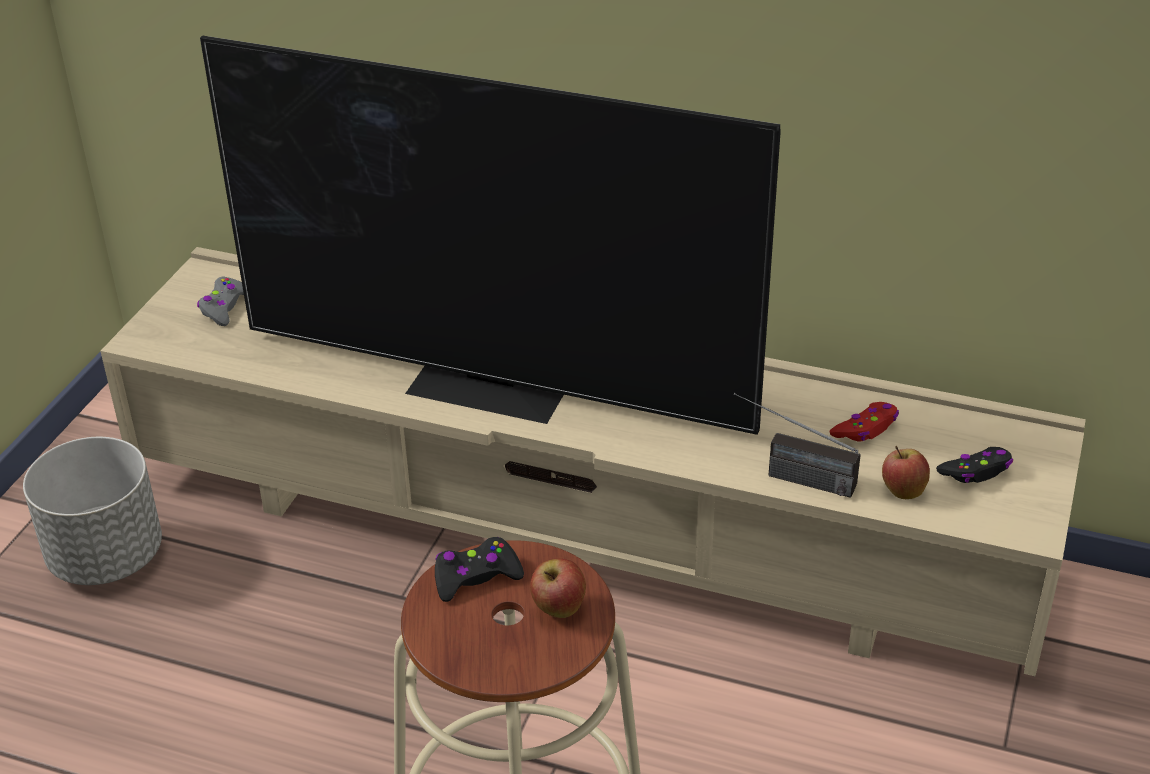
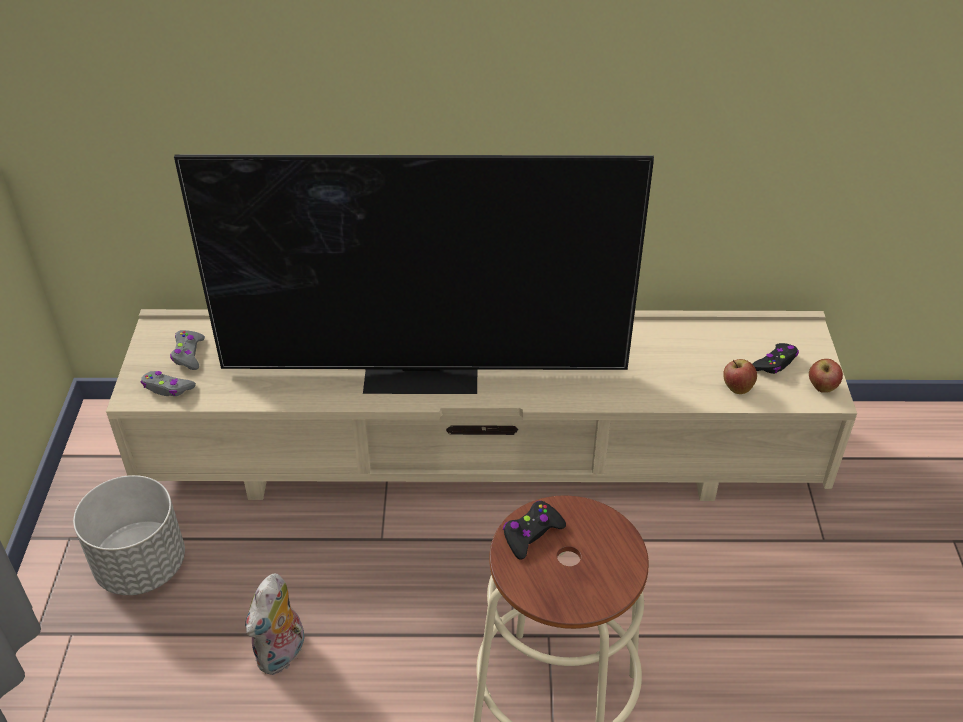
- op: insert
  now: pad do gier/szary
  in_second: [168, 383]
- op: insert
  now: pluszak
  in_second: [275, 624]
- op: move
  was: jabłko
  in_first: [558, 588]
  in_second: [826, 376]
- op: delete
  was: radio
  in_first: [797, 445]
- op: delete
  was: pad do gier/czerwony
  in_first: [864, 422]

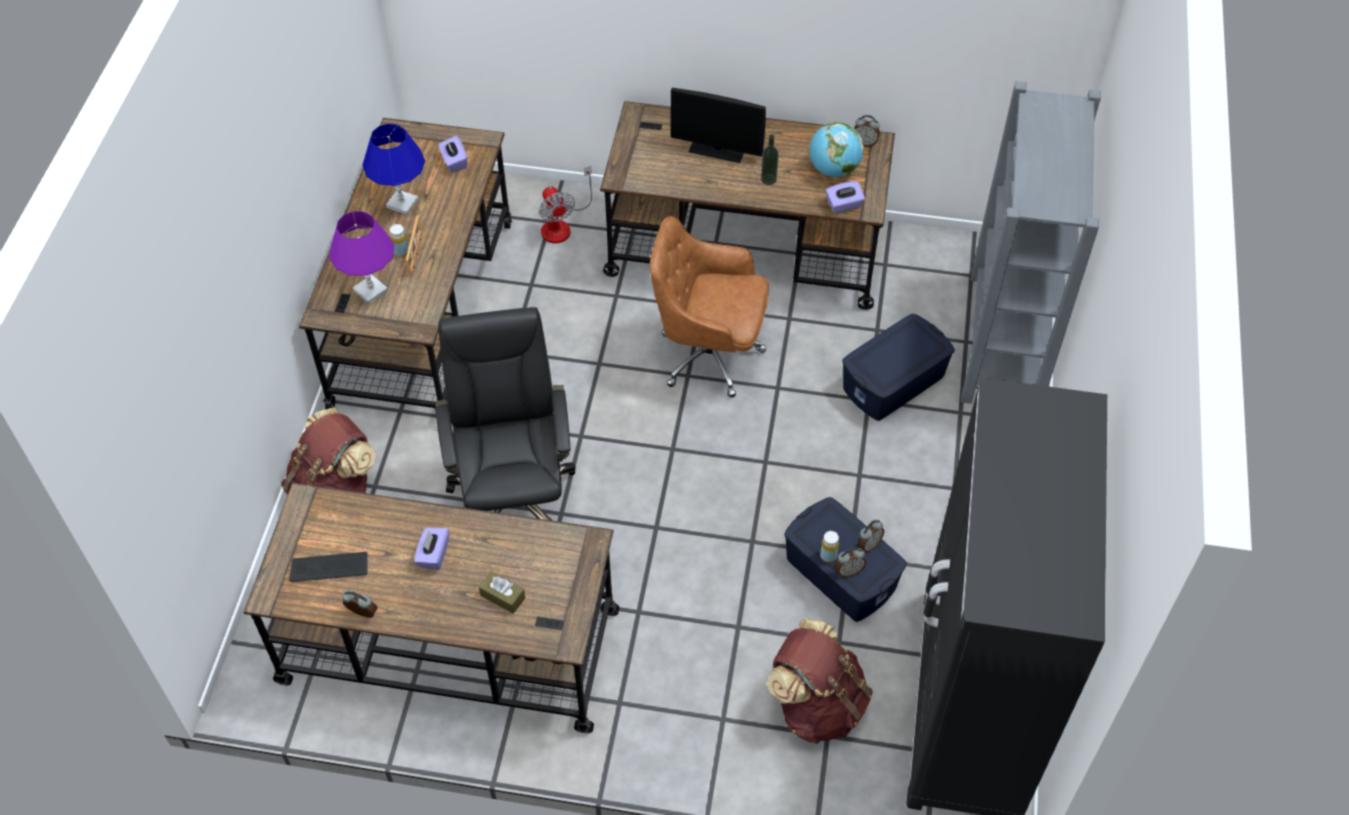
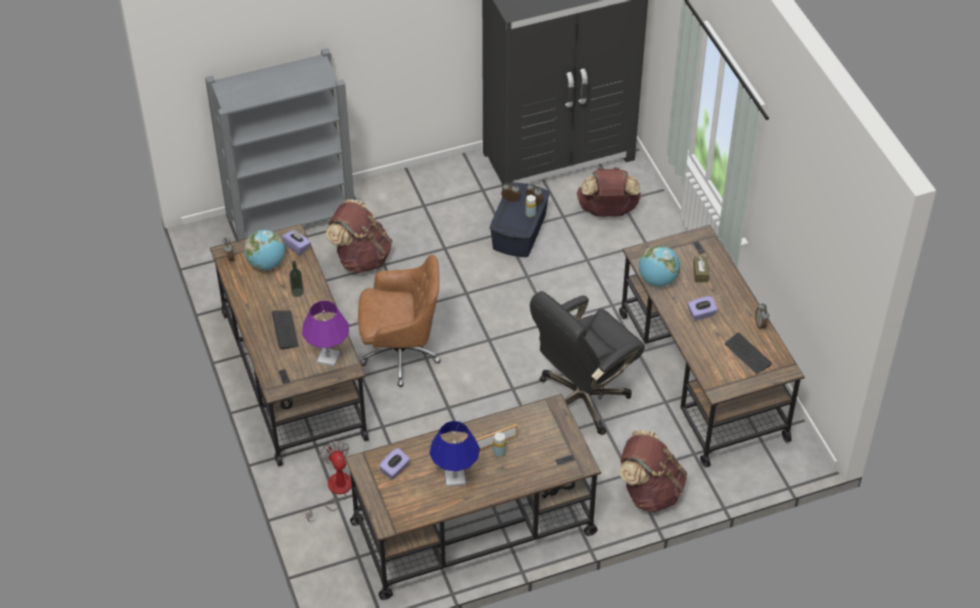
- op: replace
  was: monitor
  now: klawiatura
  in_first: [718, 125]
  in_second: [285, 330]
- op: move
  was: lampa stołowa/fioletowy
  in_first: [361, 257]
  in_second: [325, 334]
- op: rotate
  was: wentylator
  in_first: [565, 204]
  in_second: [329, 480]
  clockwise: -60
- op: replace
  was: pojemnik do przechowywania/niebieski
  now: plecak/brązowy
  in_first: [898, 367]
  in_second: [359, 236]
- op: rotate
  was: krzesło biurowe/brązowy
  in_first: [709, 306]
  in_second: [399, 321]
  clockwise: -75
- op: insert
  now: globus
  in_second: [659, 265]

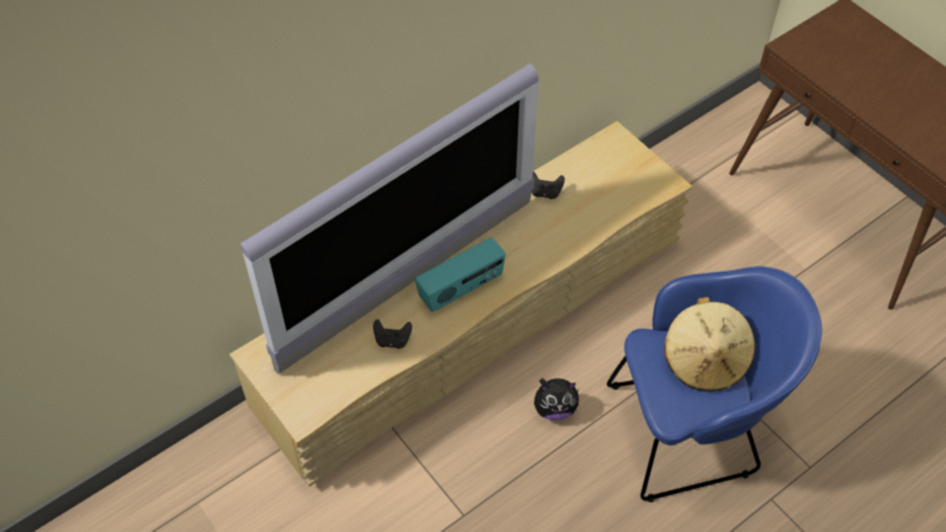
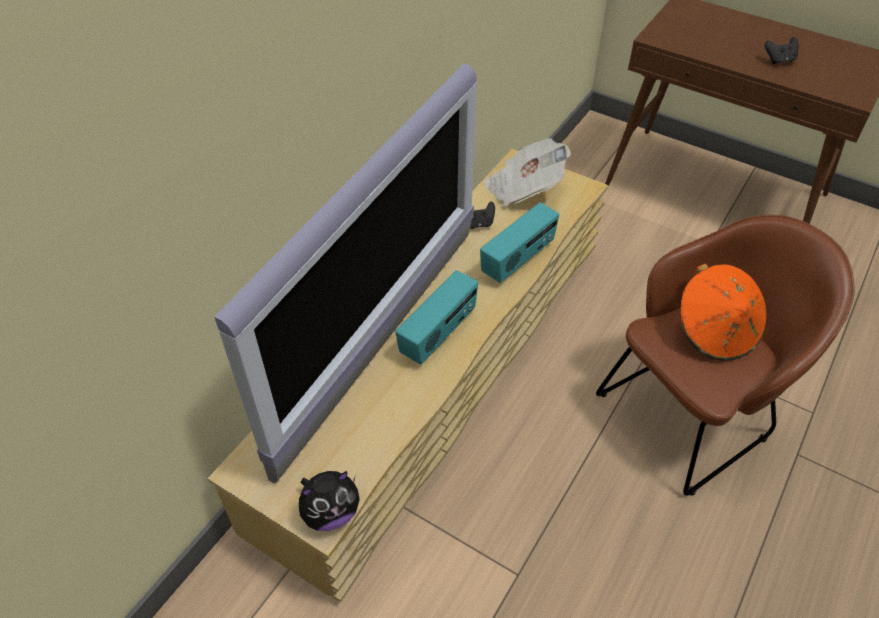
- op: move
  was: pluszak
  in_first: [557, 399]
  in_second: [329, 501]
- op: insert
  now: radio
  in_second: [519, 243]
- op: insert
  now: gazeta
  in_second: [527, 172]
- op: recolor
  was: fotel/niebieski
  now: fotel/brązowy
  in_first: [714, 384]
  in_second: [725, 355]
- op: recolor
  was: kapelusz/beżowy
  now: kapelusz/pomarańczowy
  in_first: [709, 344]
  in_second: [723, 312]
- op: move
  was: pad do gier/czarny
  in_first: [392, 334]
  in_second: [782, 51]

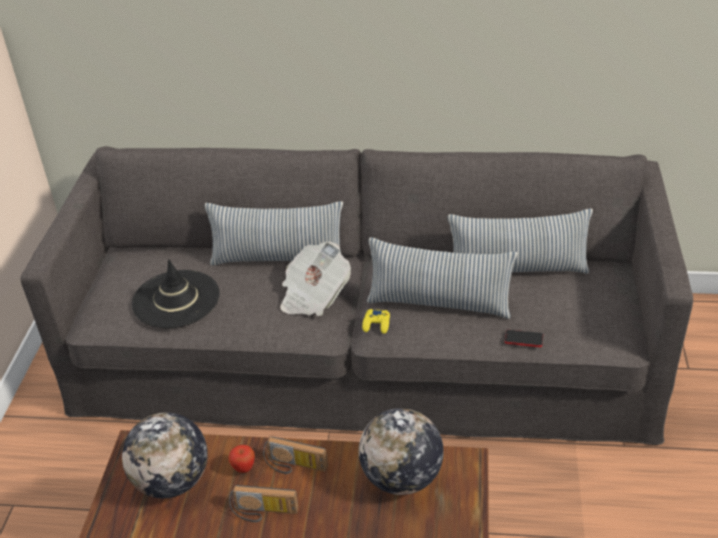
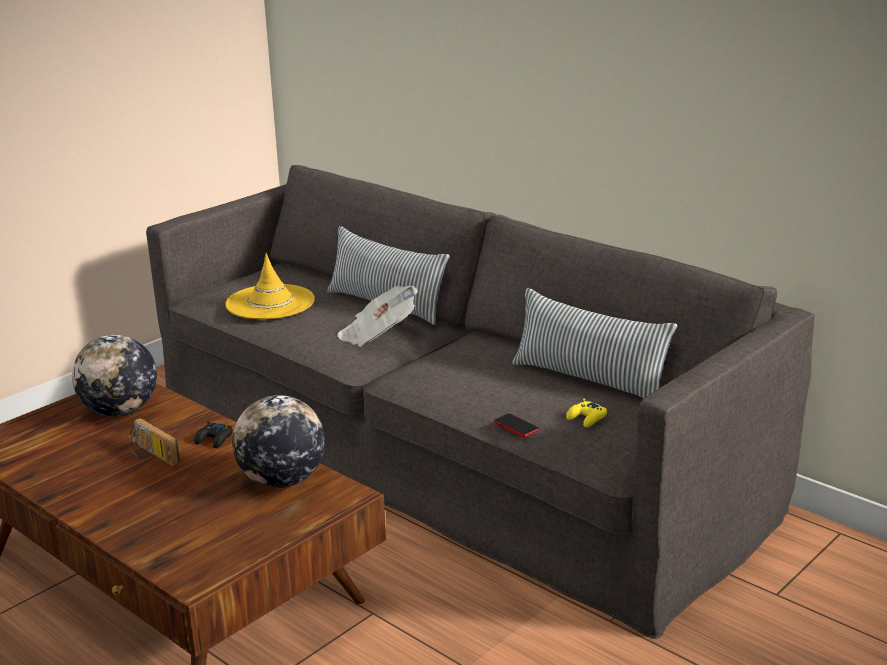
- op: replace
  was: radio
  now: pad do gier/czarny
  in_first: [295, 455]
  in_second: [213, 434]
- op: recolor
  was: kapelusz/czarny
  now: kapelusz/żółty
  in_first: [176, 293]
  in_second: [270, 286]
- op: move
  was: pad do gier/żółty
  in_first: [376, 321]
  in_second: [586, 413]
- op: delete
  was: jabłko
  in_first: [241, 459]
- op: delete
  was: poduszka
  in_first: [442, 278]

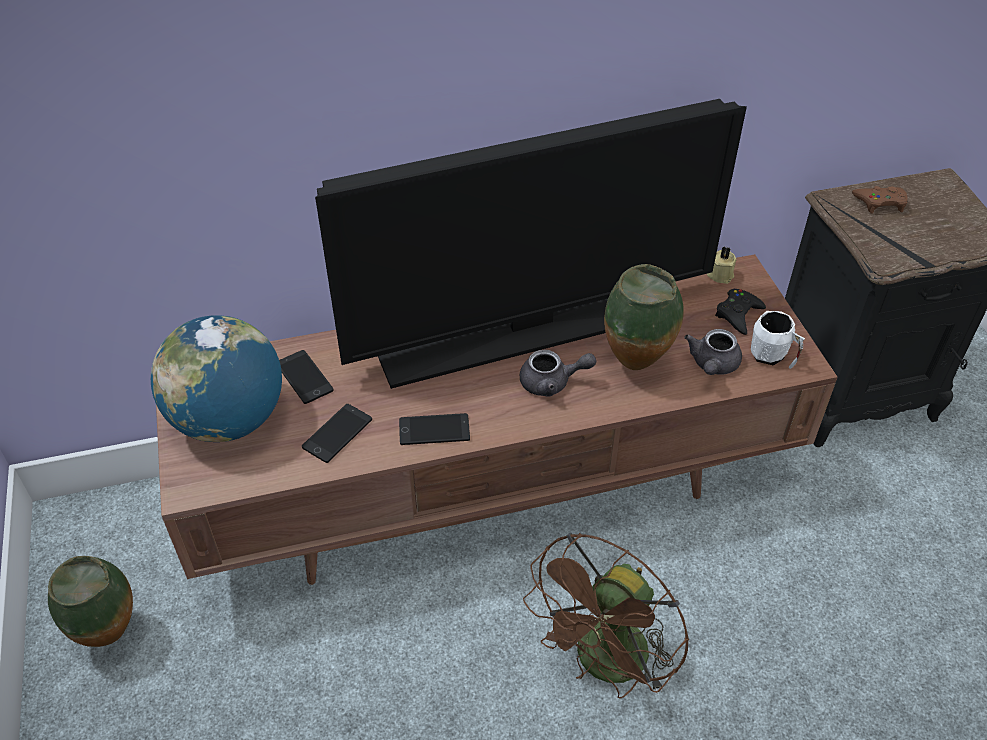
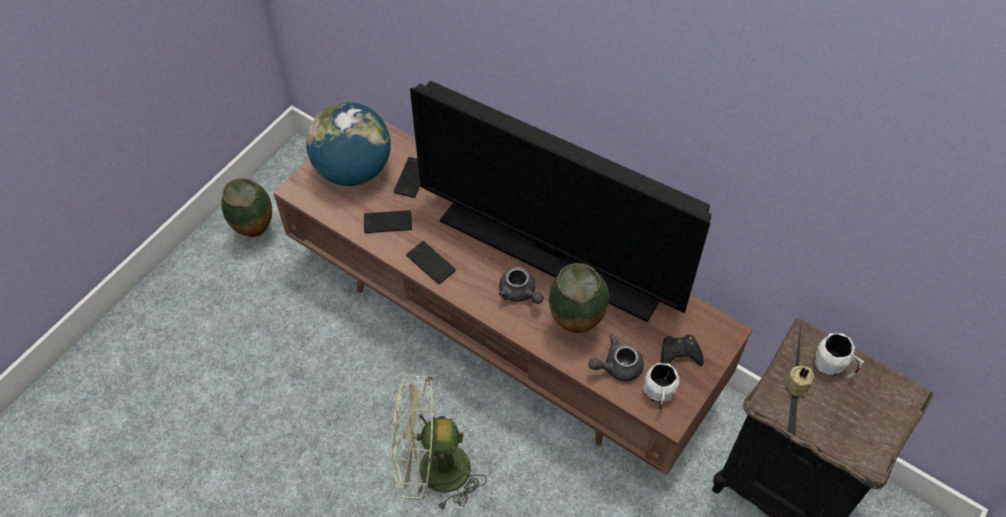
- op: recolor
  was: wentylator/brązowy
  now: wentylator/zielony
  in_first: [606, 616]
  in_second: [439, 443]
- op: move
  was: świeca/beżowy
  in_first: [721, 265]
  in_second: [800, 381]
- op: replace
  was: pad do gier/brązowy
  now: kubek/biały
  in_first: [879, 200]
  in_second: [839, 355]

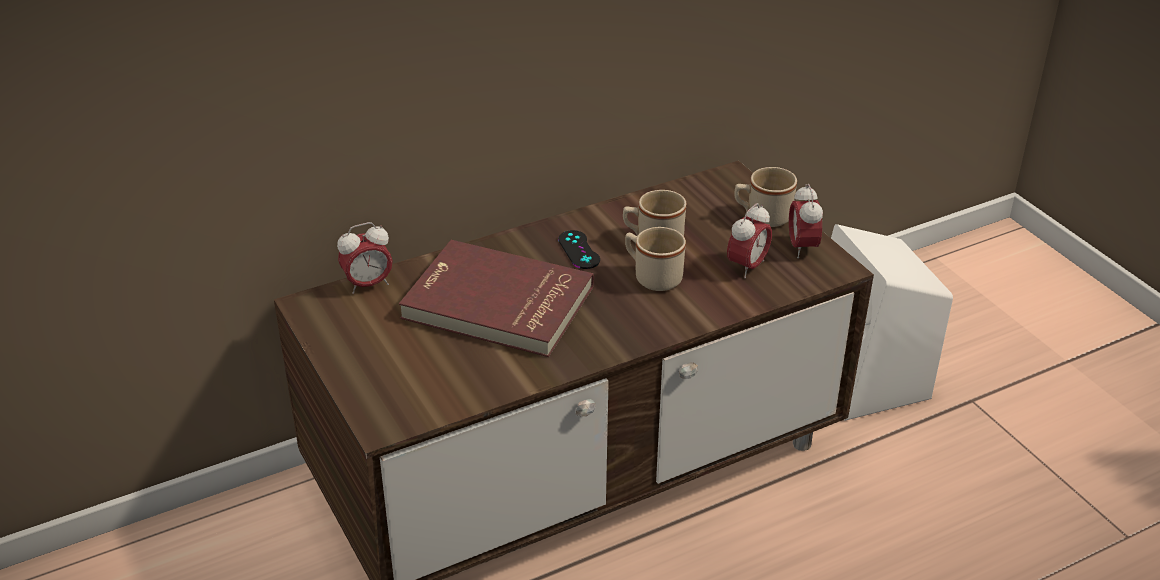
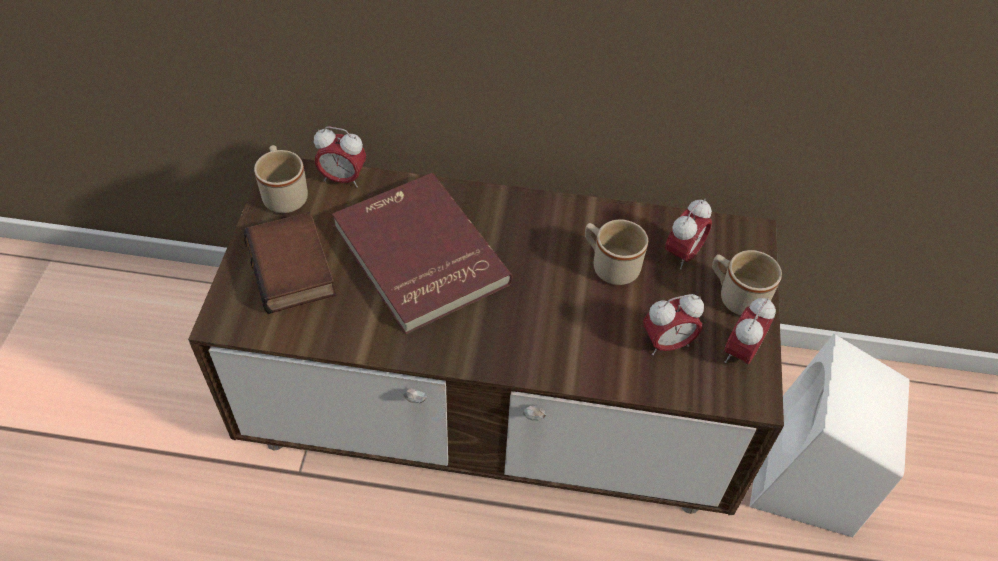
- op: insert
  now: książka
  in_second: [290, 263]
- op: move
  was: kubek/beżowy
  in_first: [655, 259]
  in_second: [281, 179]
- op: insert
  now: budzik
  in_second: [688, 234]
- op: delete
  was: pad do gier/czarny
  in_first: [579, 249]

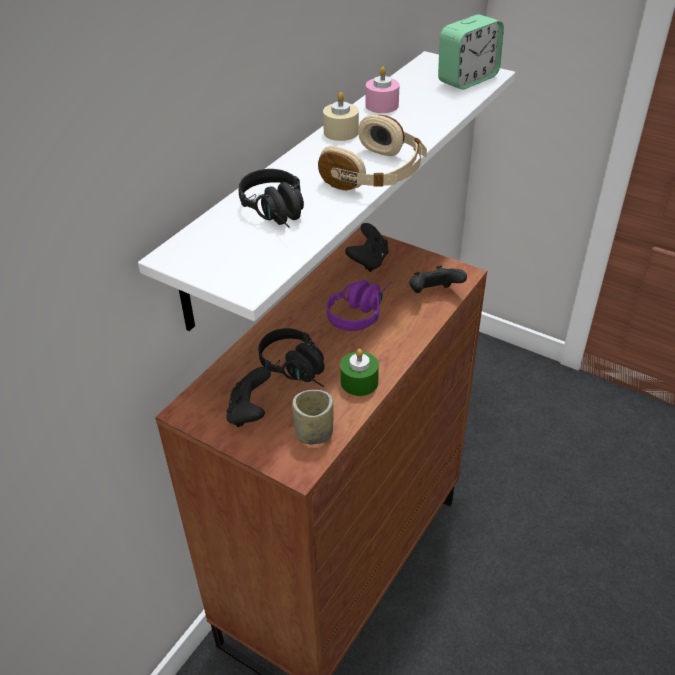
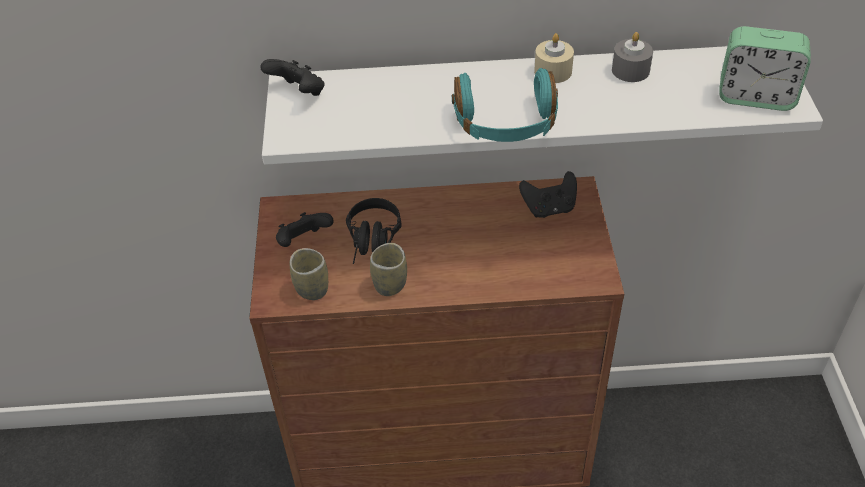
- op: move
  was: pad do gier/czarny
  in_first: [438, 279]
  in_second: [292, 77]
- op: replace
  was: świeca/zielony
  now: filiżanka
  in_first: [359, 372]
  in_second: [388, 269]
- op: recolor
  was: słuchawki/beżowy
  now: słuchawki/turkusowy
  in_first: [372, 152]
  in_second: [505, 105]
- op: recolor
  was: świeca/różowy
  now: świeca/szary
  in_first: [382, 90]
  in_second: [632, 57]
- op: delete
  was: słuchawki/czarny
  in_first: [271, 198]
- op: delete
  was: słuchawki/fioletowy
  in_first: [359, 305]

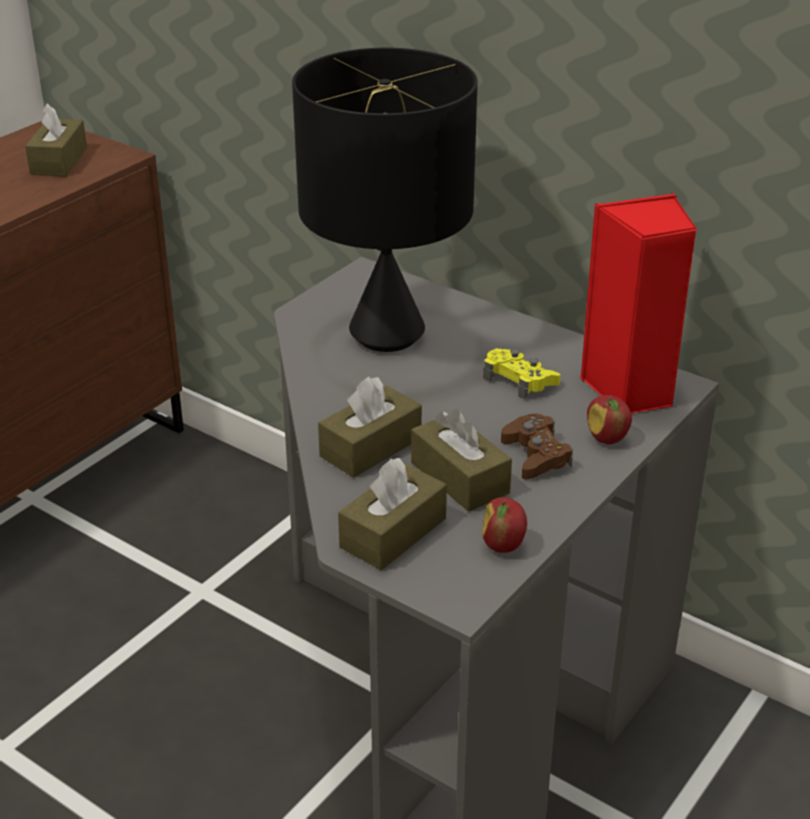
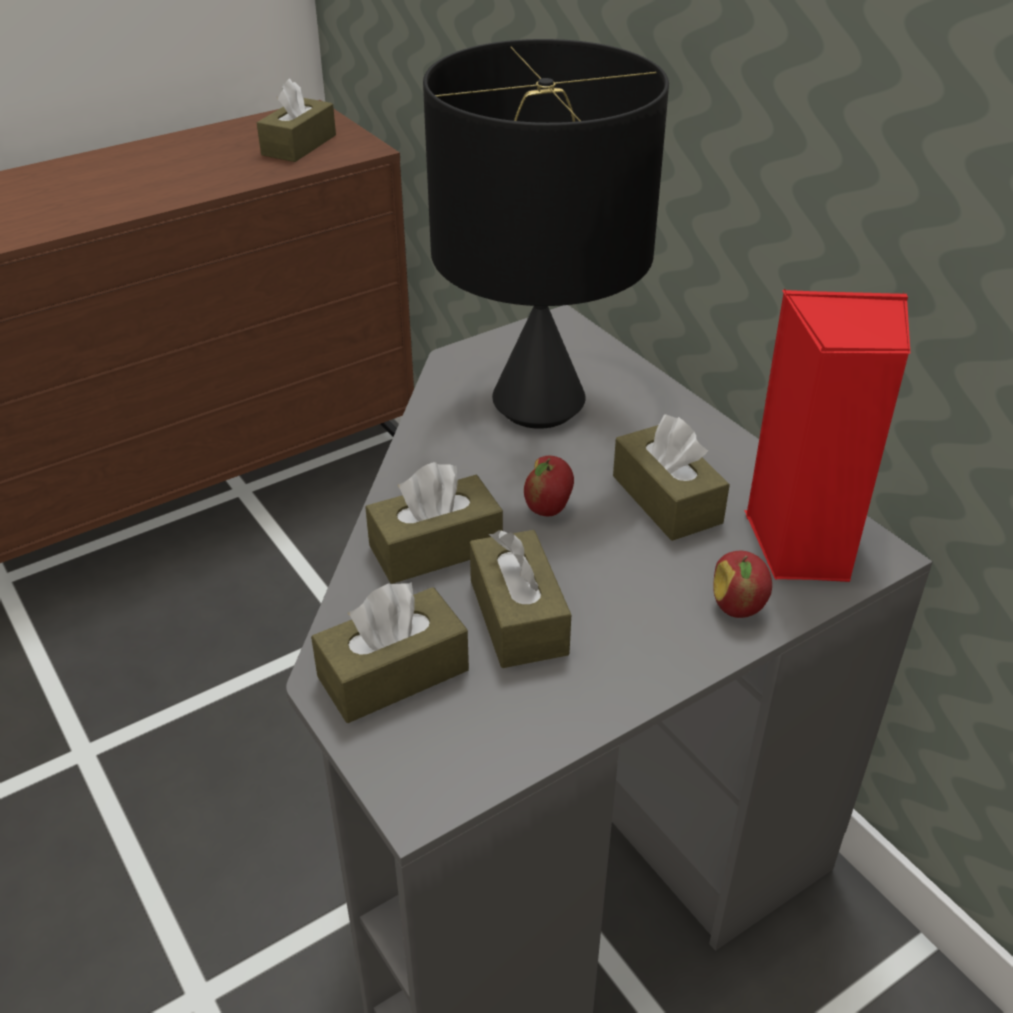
- op: move
  was: jabłko
  in_first: [504, 525]
  in_second: [549, 486]
- op: replace
  was: pad do gier/żółty
  now: pudełko chusteczek/brązowy
  in_first: [521, 373]
  in_second: [671, 477]
- op: delete
  was: pad do gier/brązowy
  in_first: [537, 446]

